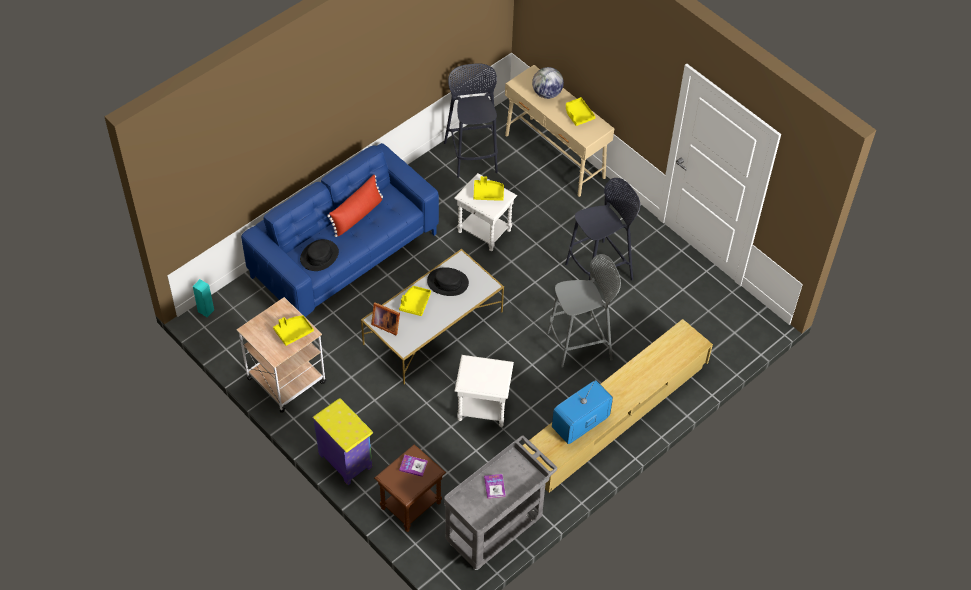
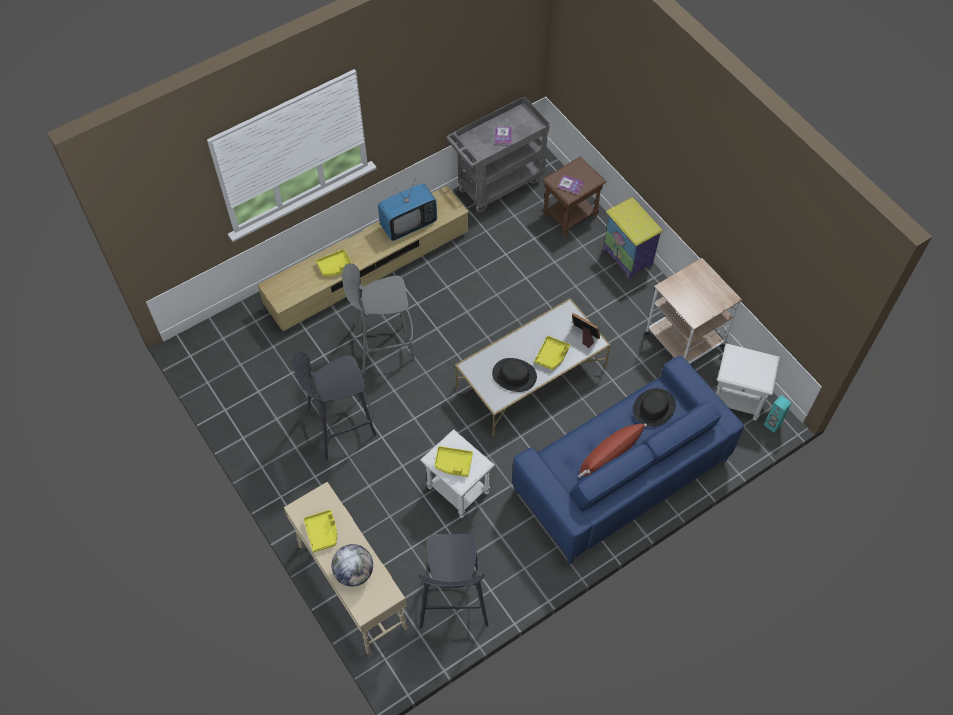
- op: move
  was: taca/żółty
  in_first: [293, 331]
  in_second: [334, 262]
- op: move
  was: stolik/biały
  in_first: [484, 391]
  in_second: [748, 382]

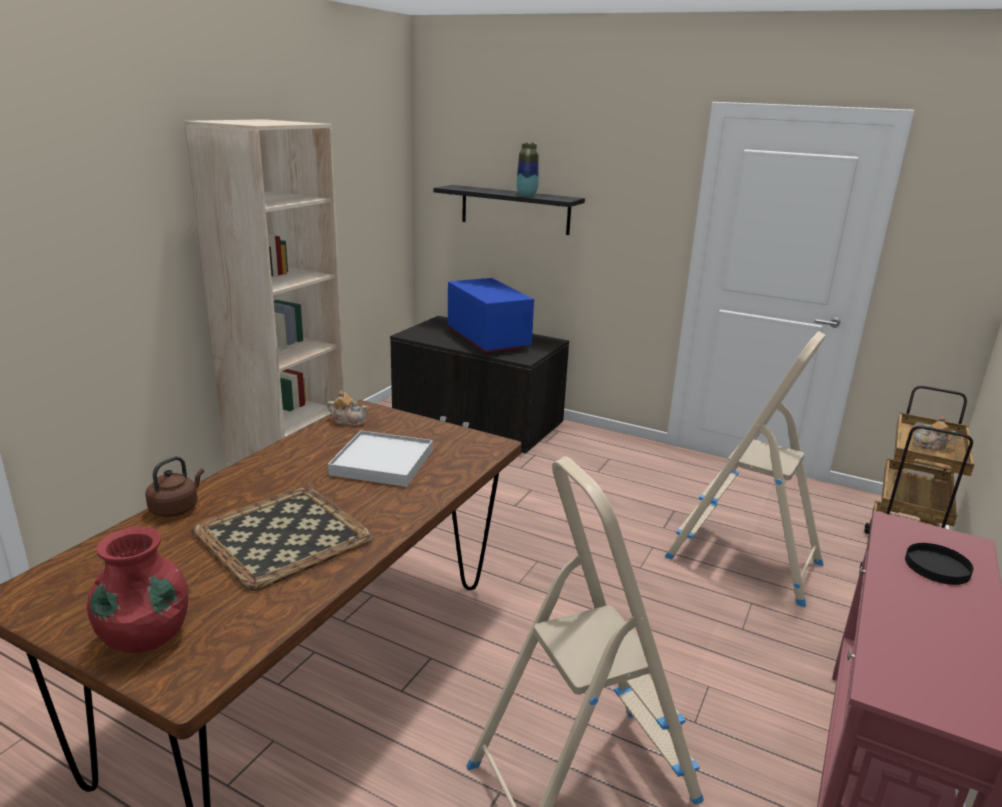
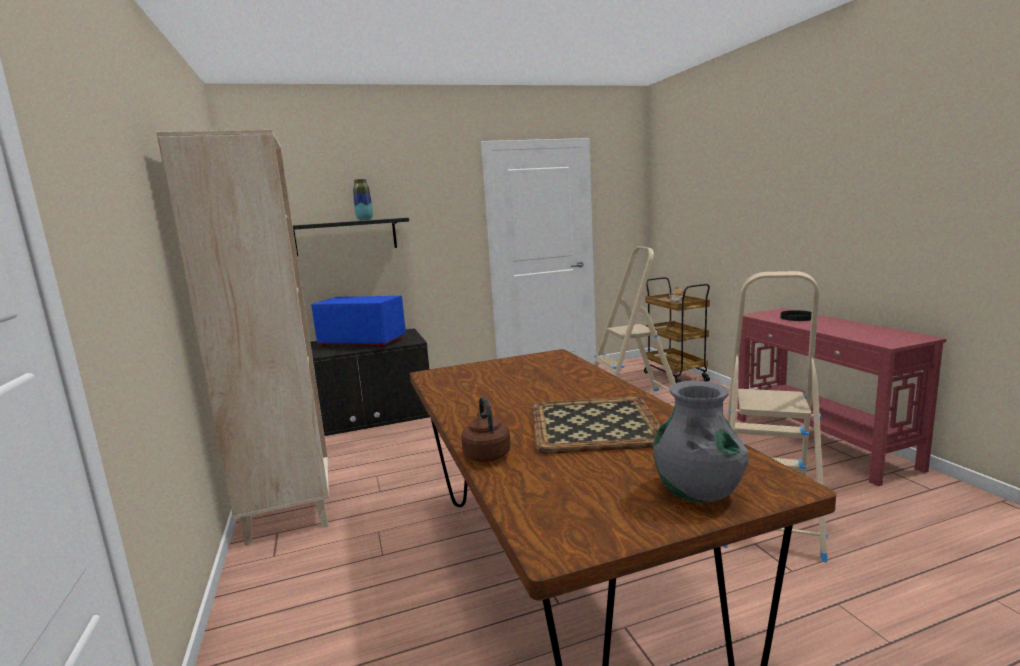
- op: recolor
  was: wazon/czerwony
  now: wazon/szary
  in_first: [137, 590]
  in_second: [701, 442]
- op: delete
  was: imbryk
  in_first: [347, 408]
- op: delete
  was: taca/biały
  in_first: [380, 458]

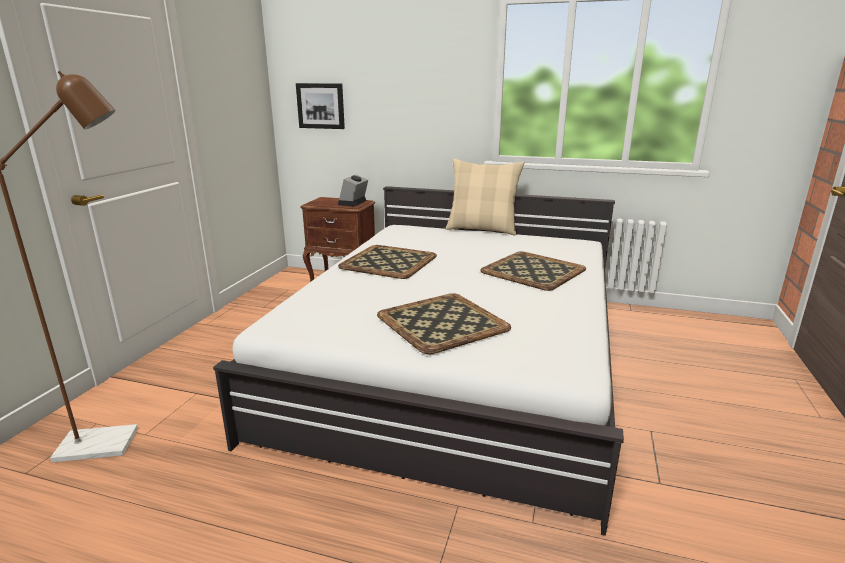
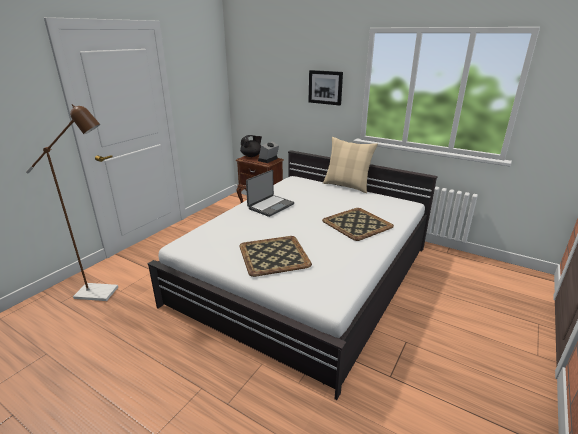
- op: insert
  now: imbryk/czarny
  in_second: [251, 146]
- op: replace
  was: taca
  now: laptop
  in_first: [387, 262]
  in_second: [270, 193]
- op: move
  was: obraz
  in_first: [320, 106]
  in_second: [325, 88]

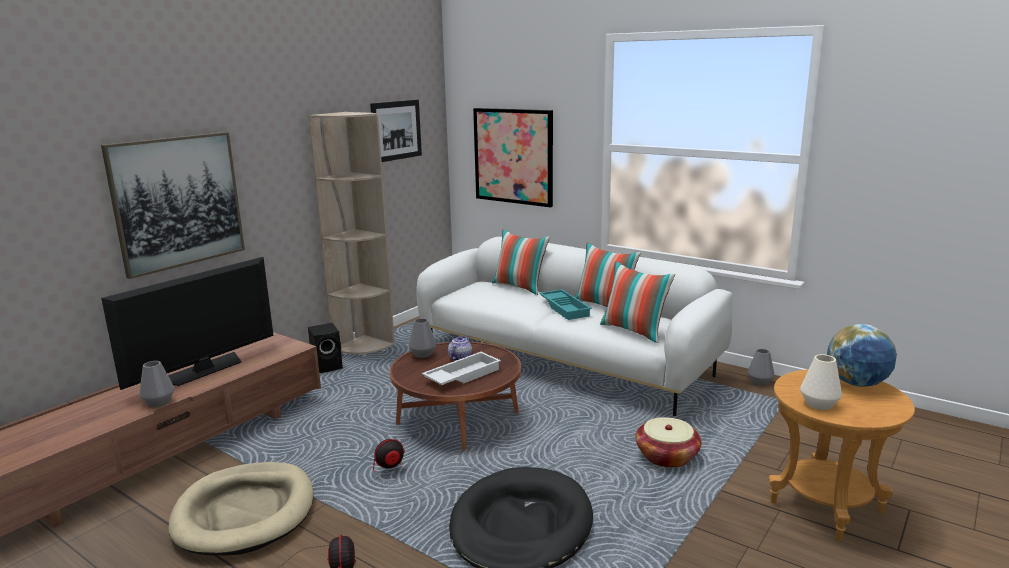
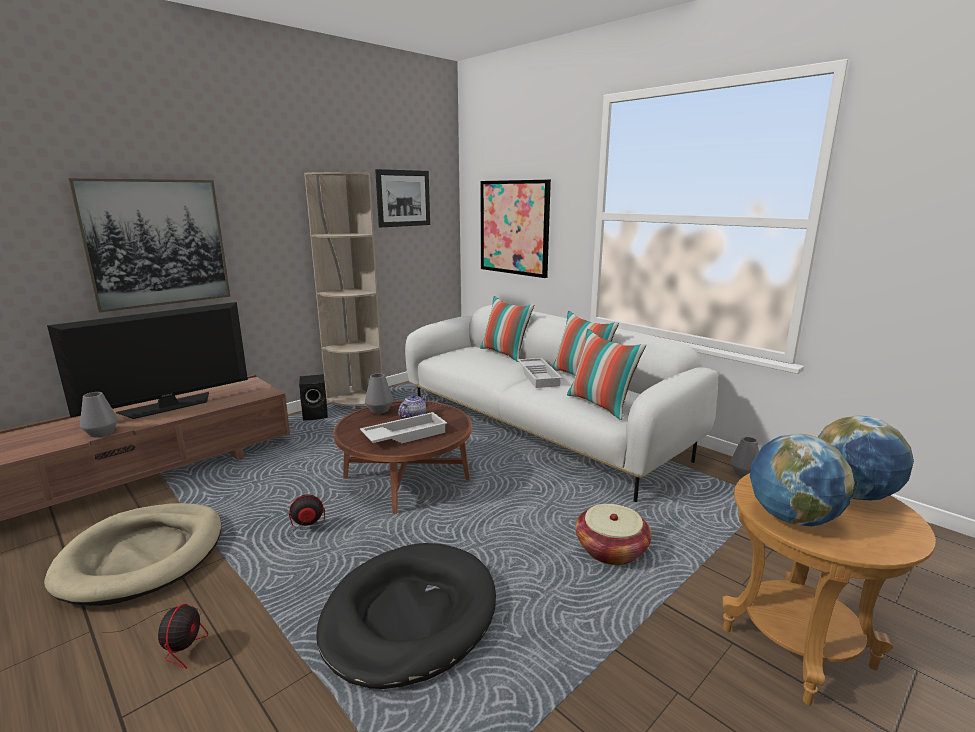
- op: recolor
  was: taca/turkusowy
  now: taca/biały
  in_first: [565, 304]
  in_second: [539, 373]
- op: replace
  was: wazon/biały
  now: globus
  in_first: [821, 382]
  in_second: [802, 480]

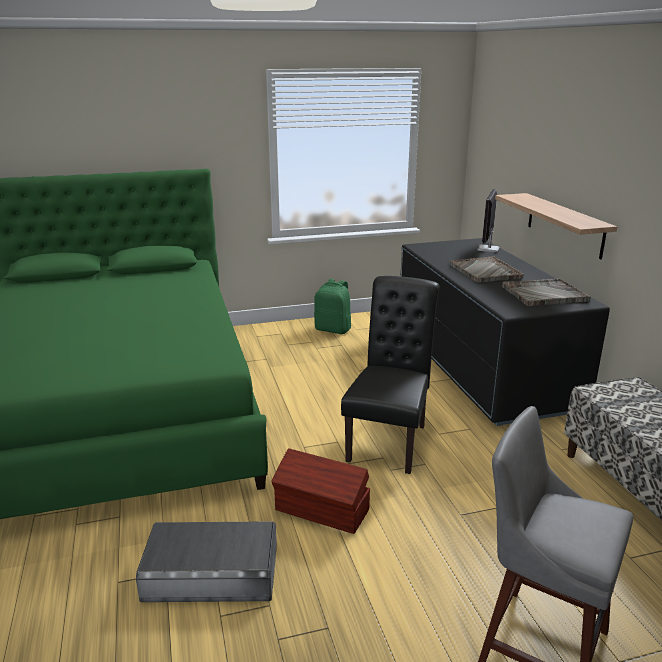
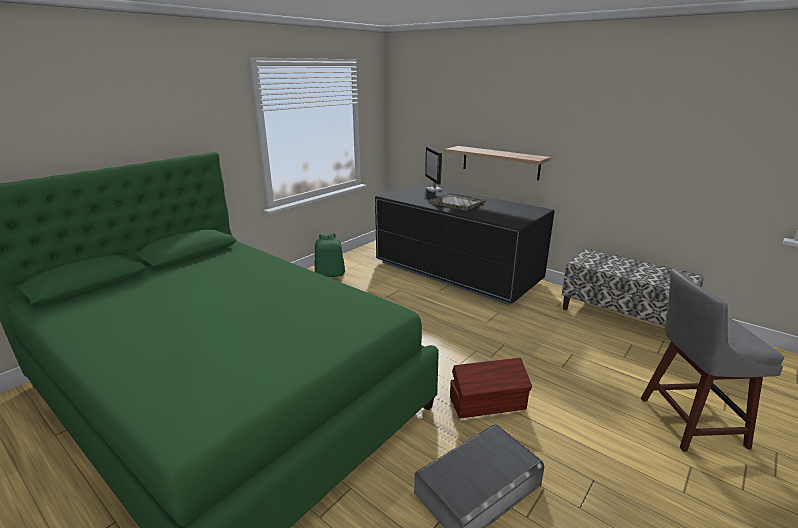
- op: delete
  was: krzesło/czarny
  in_first: [390, 375]
- op: delete
  was: taca/szary
  in_first: [546, 292]

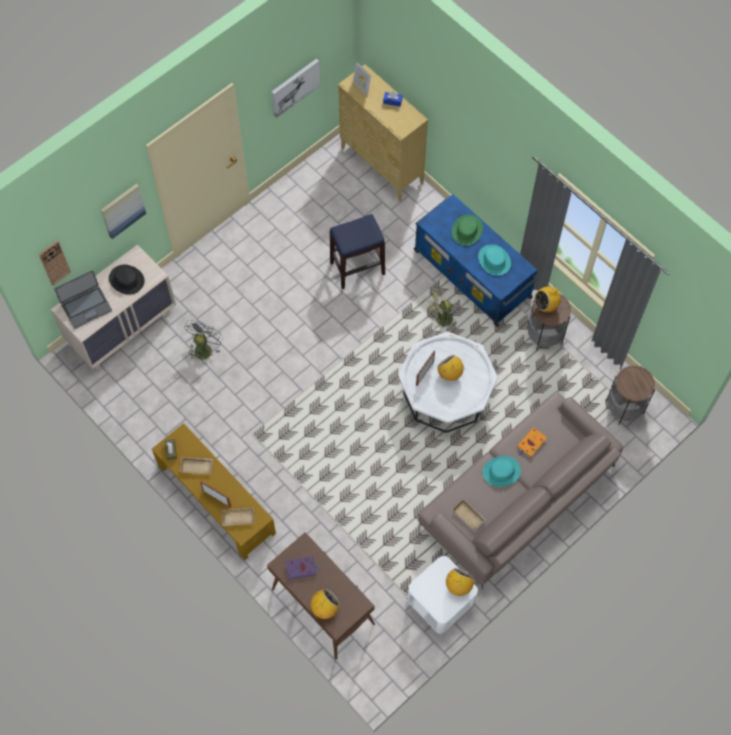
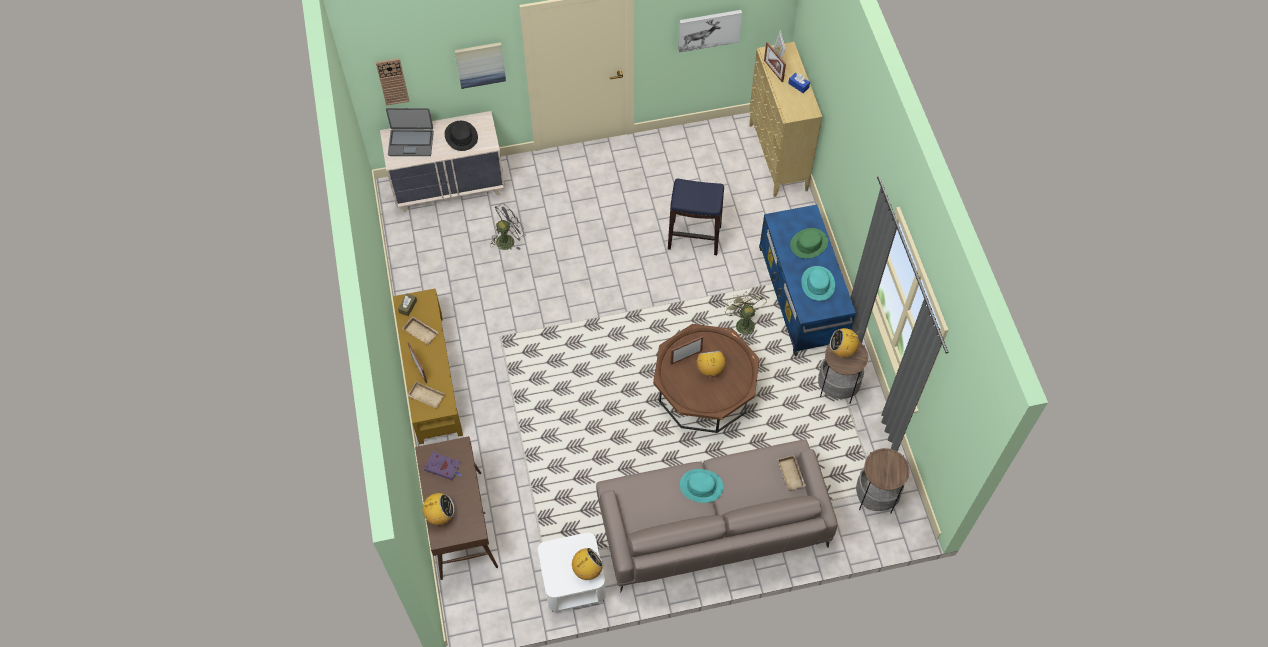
- op: recolor
  was: ława/biały
  now: ława/brązowy
  in_first: [448, 382]
  in_second: [706, 378]
- op: rotate
  was: wentylator/zielony
  in_first: [441, 309]
  in_second: [745, 314]
  clockwise: 60
- op: insert
  now: ramka na zdjęcie
  in_second: [775, 62]
- op: move
  was: taca/beżowy
  in_first: [469, 515]
  in_second: [791, 473]
- op: delete
  was: książka/pomarańczowy
  in_first: [532, 442]

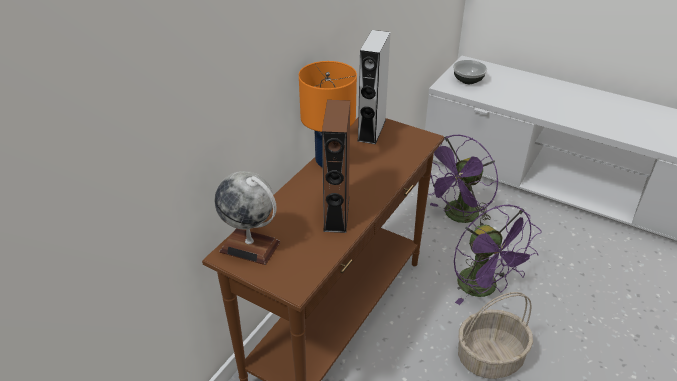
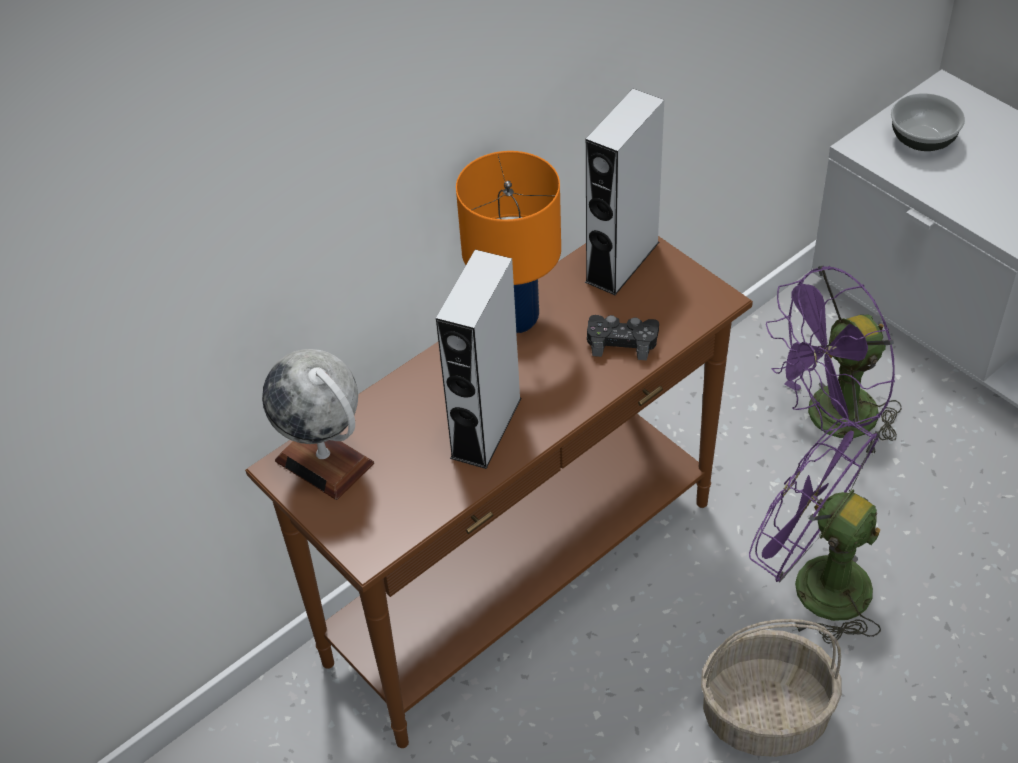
- op: recolor
  was: głośnik/brązowy
  now: głośnik/szary
  in_first: [336, 166]
  in_second: [479, 359]
- op: insert
  now: pad do gier/czarny
  in_second: [623, 337]
- op: rotate
  was: wentylator/fioletowy
  in_first: [498, 255]
  in_second: [815, 531]
  clockwise: 135

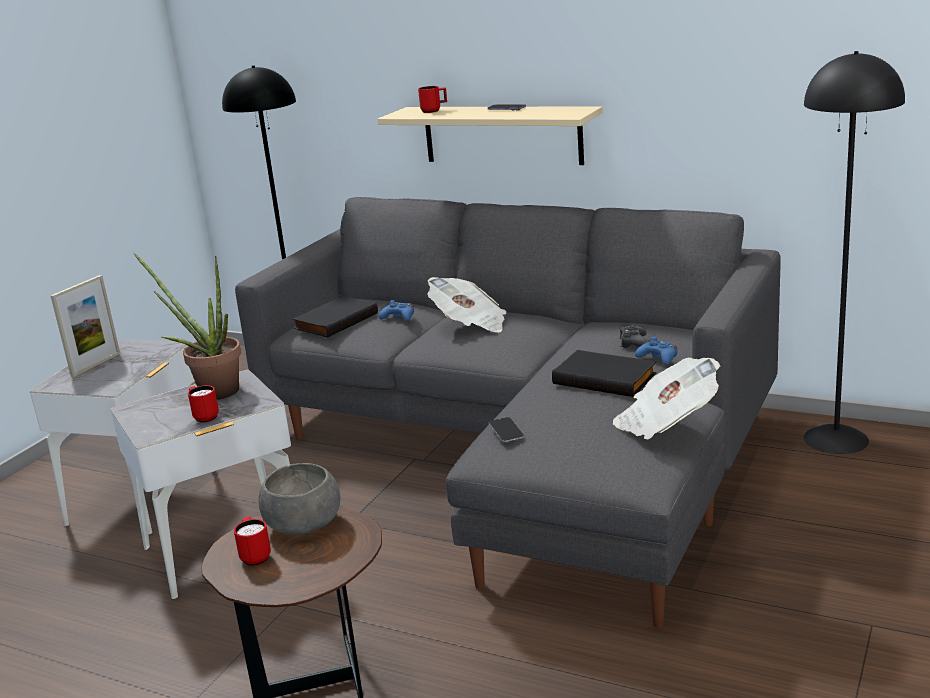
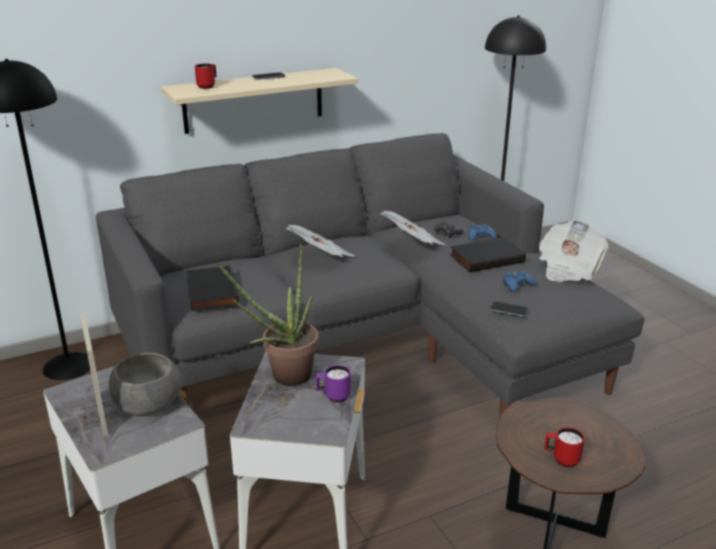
- op: move
  was: miska/szary
  in_first: [299, 499]
  in_second: [145, 384]
- op: recolor
  was: kubek/czerwony
  now: kubek/fioletowy
  in_first: [203, 404]
  in_second: [332, 383]
- op: insert
  now: gazeta
  in_second: [413, 228]
- op: move
  was: pad do gier/niebieski
  in_first: [396, 310]
  in_second: [519, 281]

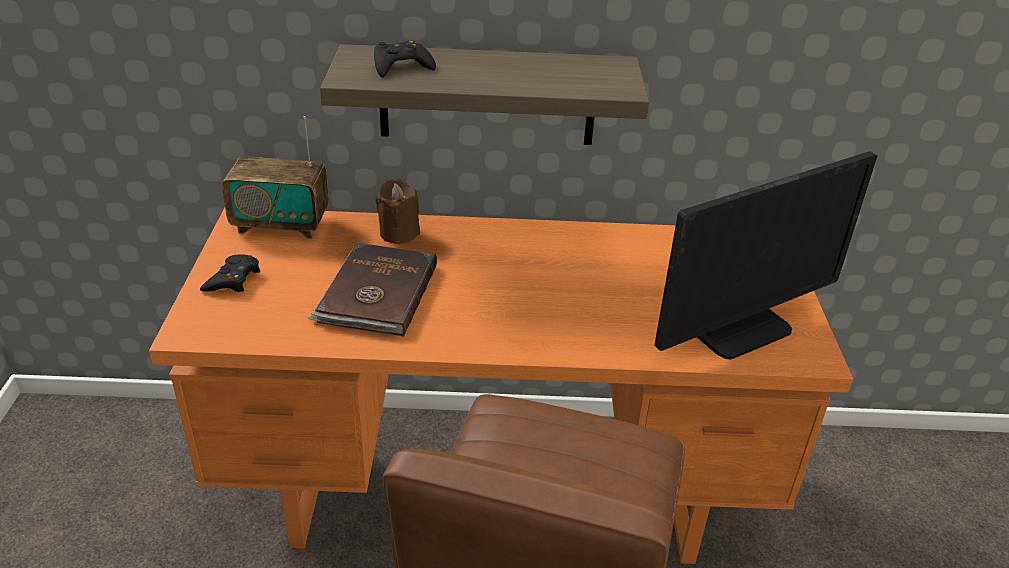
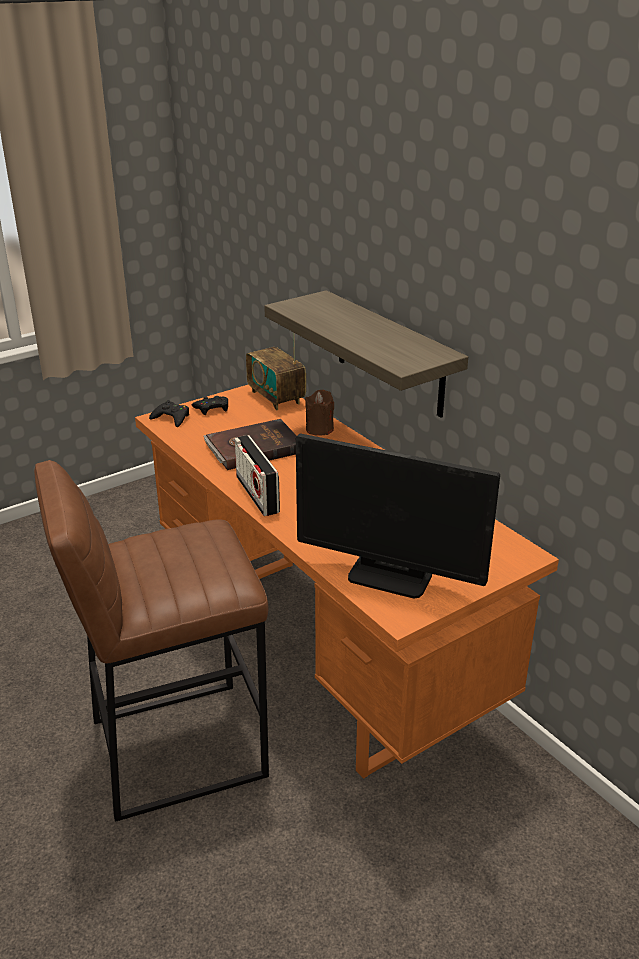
- op: move
  was: pad do gier/czarny
  in_first: [405, 59]
  in_second: [169, 413]
- op: insert
  now: radio
  in_second: [257, 475]

